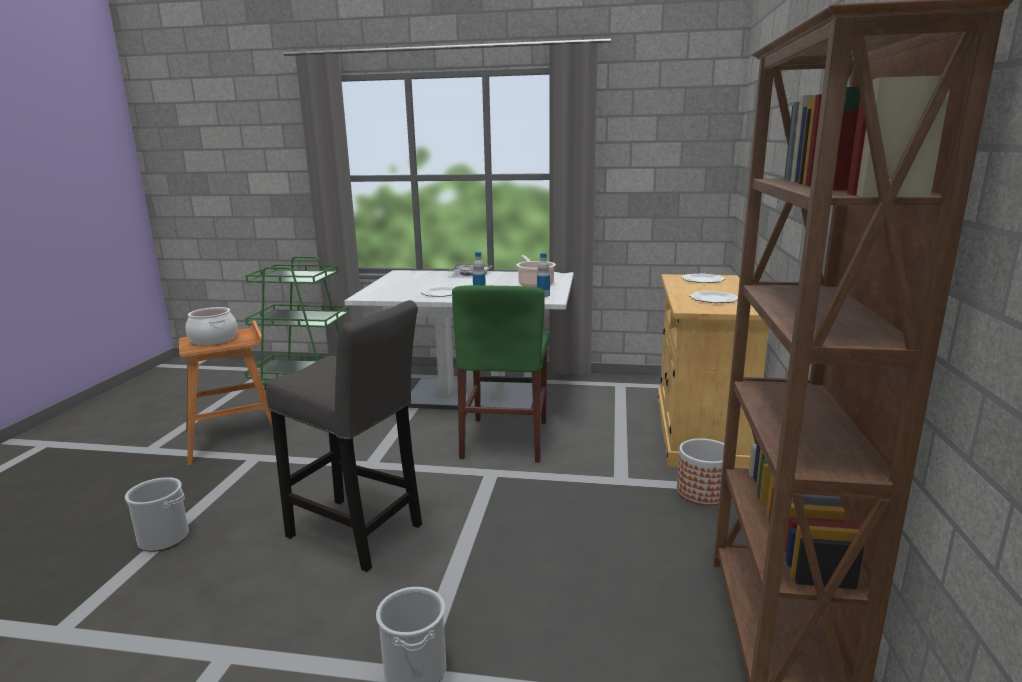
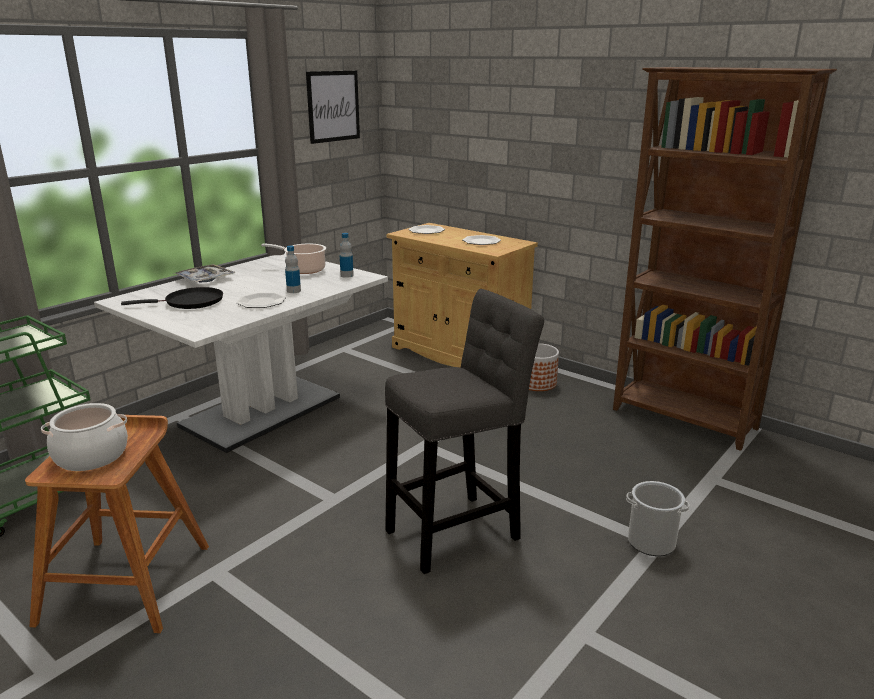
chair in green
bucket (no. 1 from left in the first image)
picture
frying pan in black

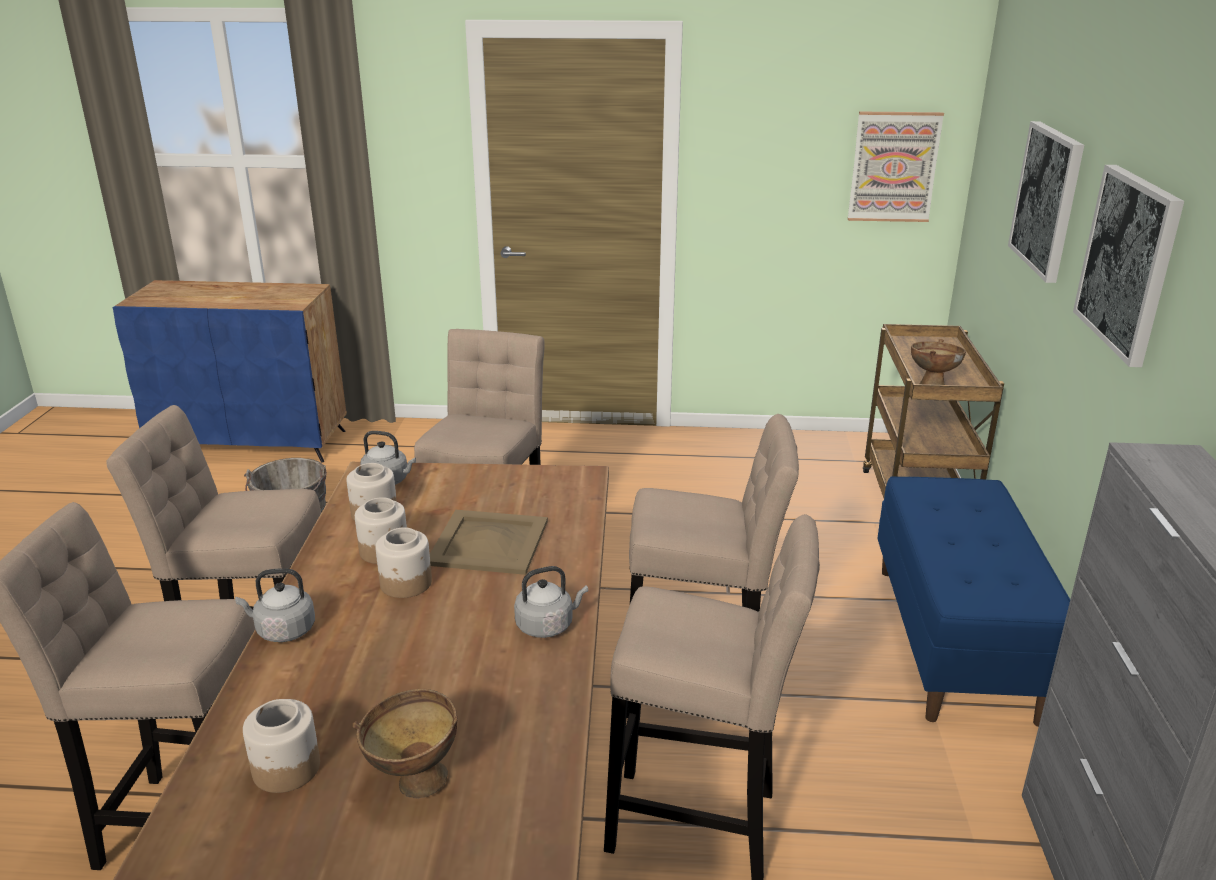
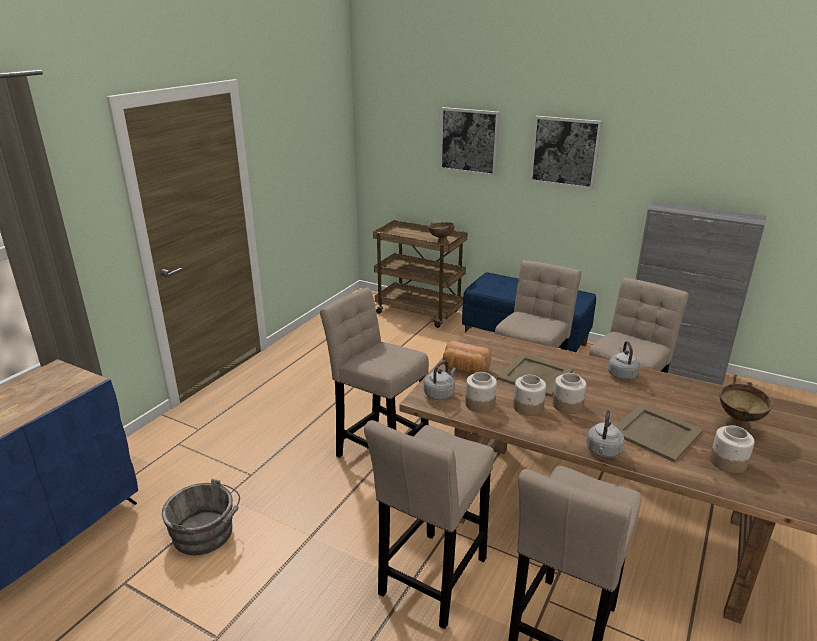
picture (no. 1 from left in the first image)
bread
tray in beige (no. 2 from left)

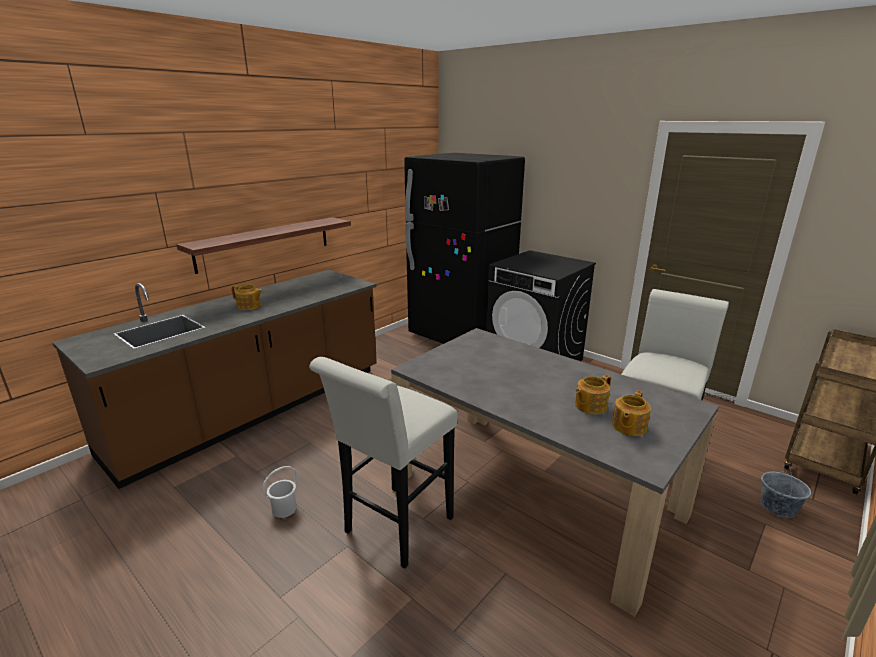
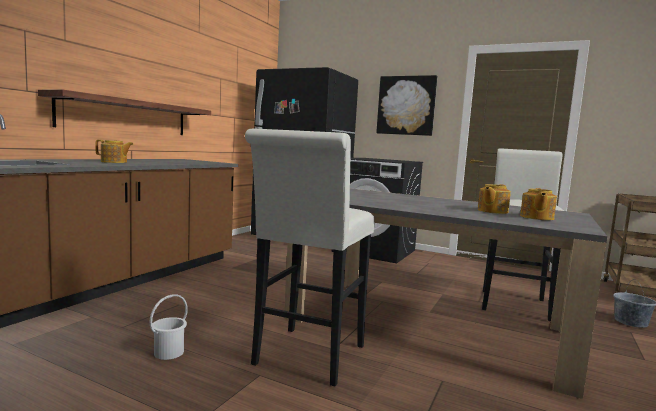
picture

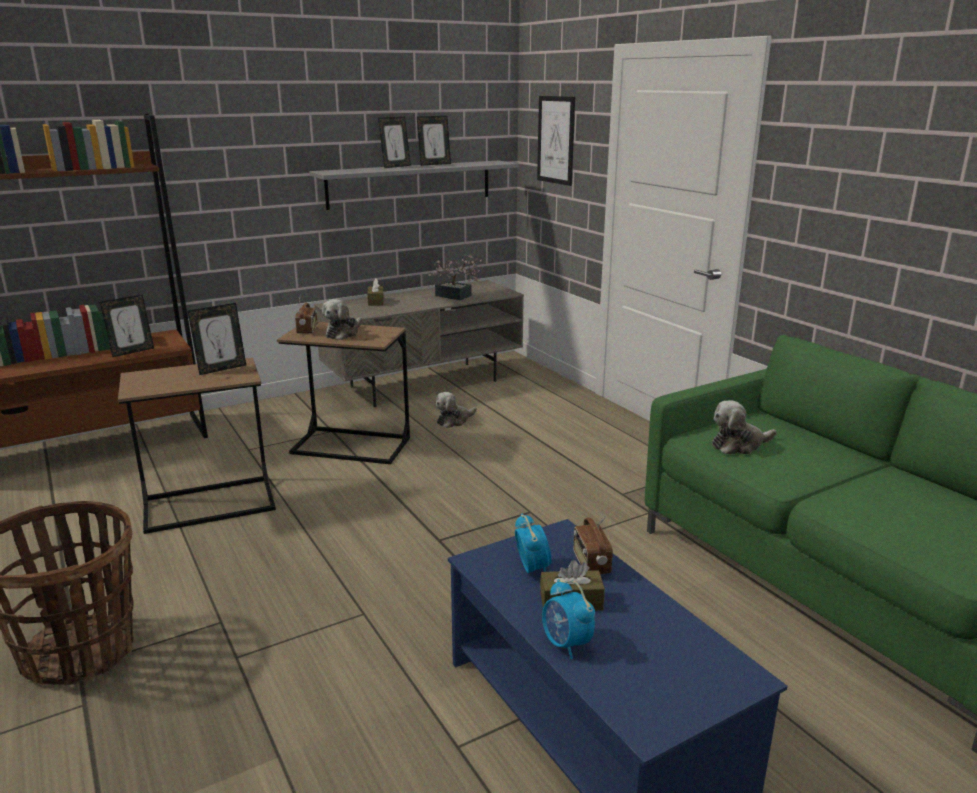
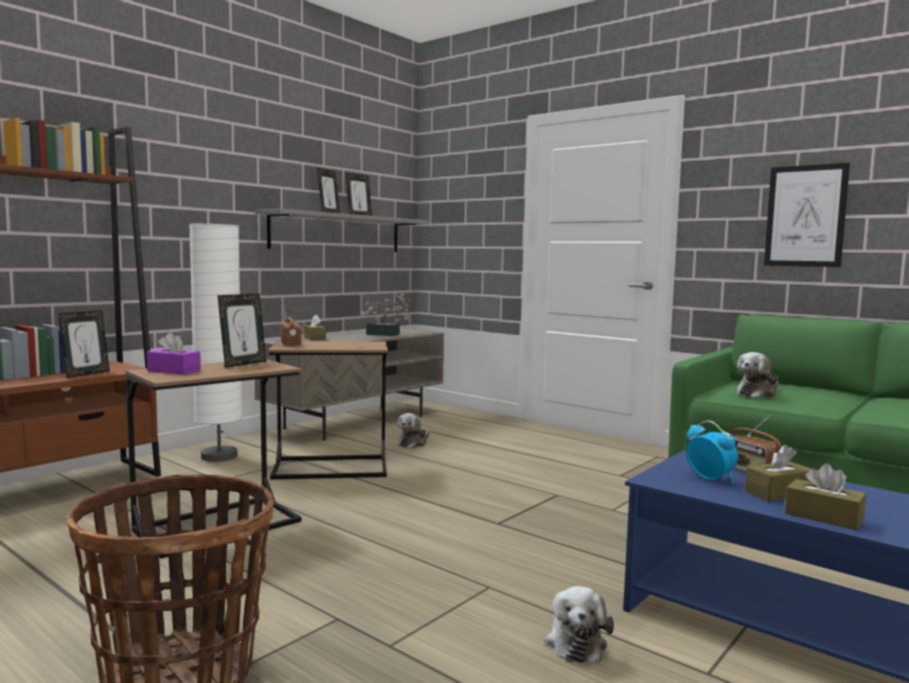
picture
plush toy (no. 2 from left)
tissue box in brown (no. 3 from left)
floor lamp in white
tissue box in purple

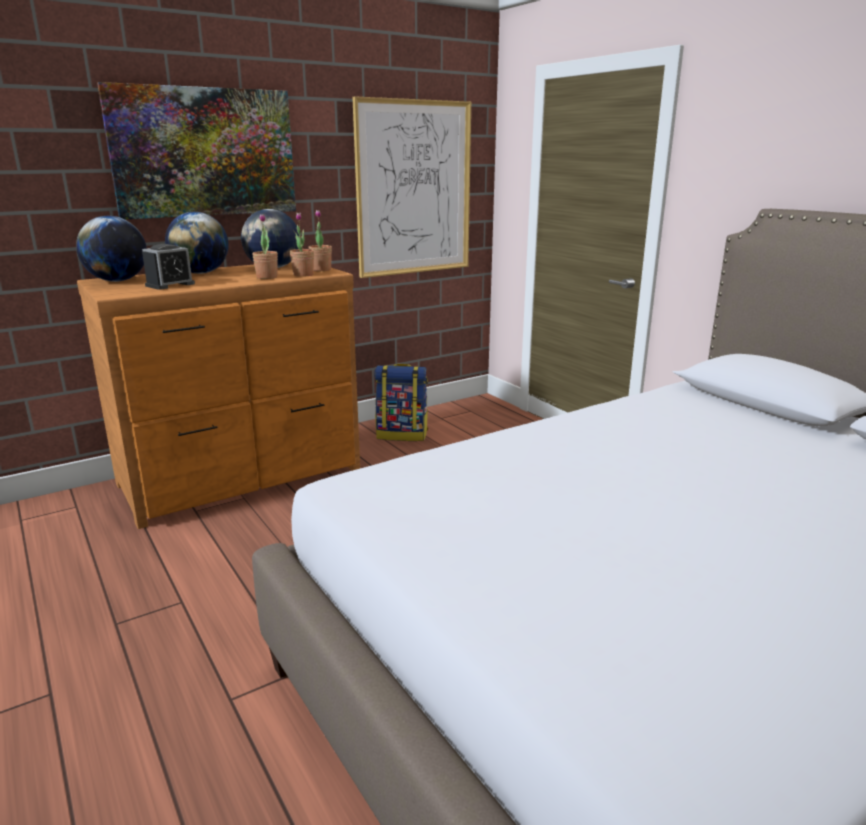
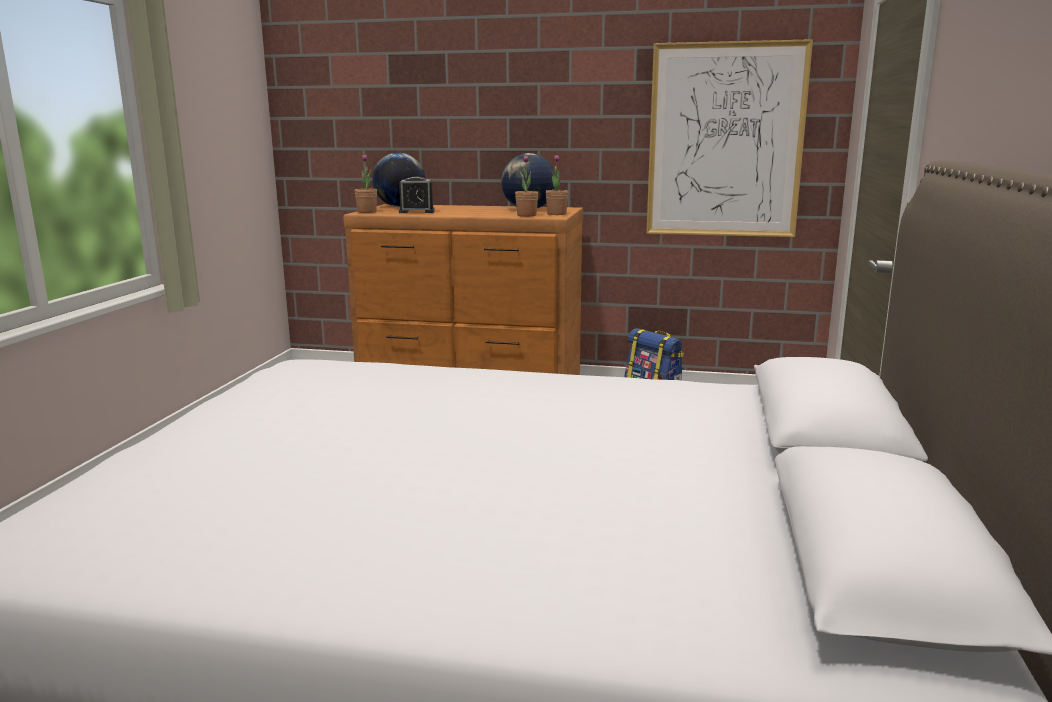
picture (no. 1 from left in the first image)
globe (no. 2 from left in the first image)
potted plant (no. 1 from left)

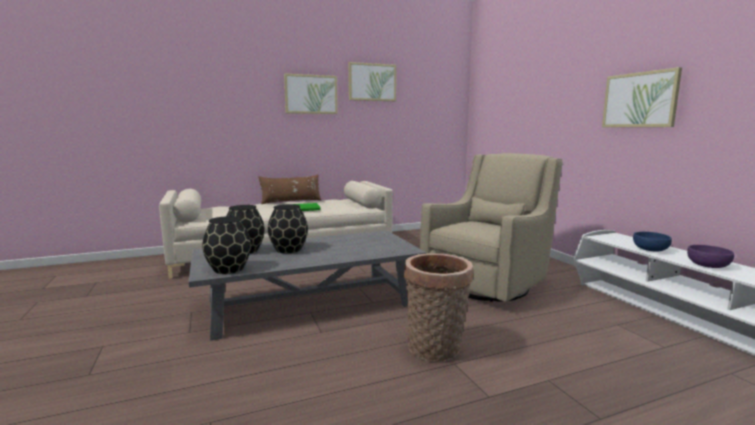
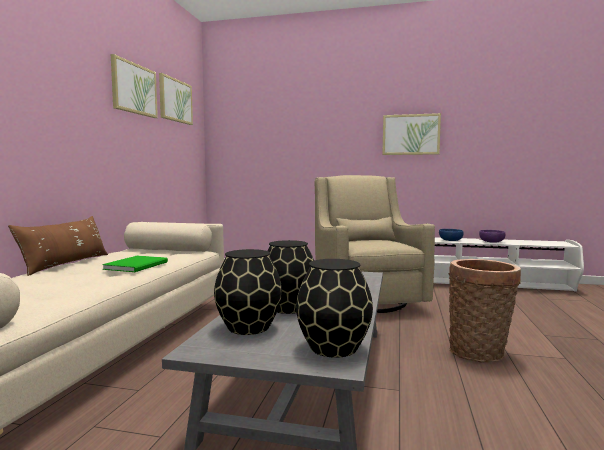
picture (no. 2 from left)

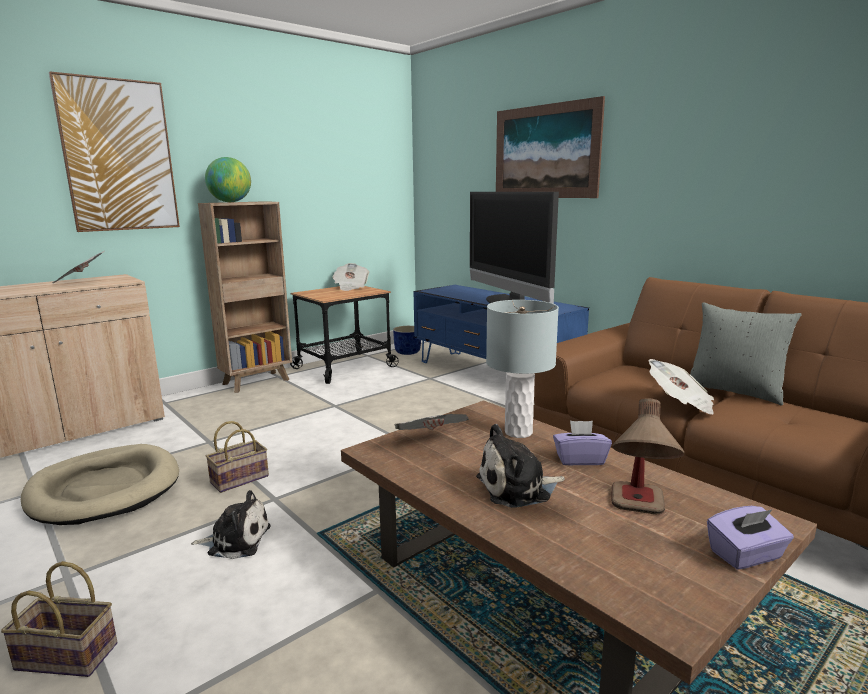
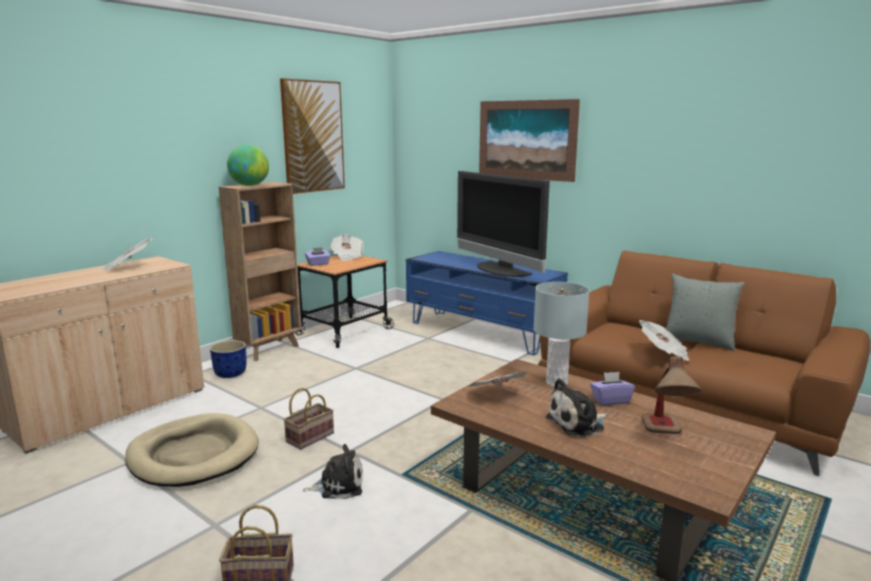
picture (no. 1 from left)
planter in blue
tissue box in purple (no. 1 from left)

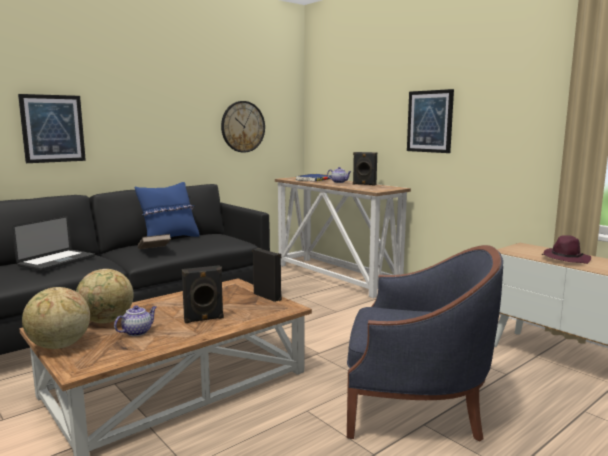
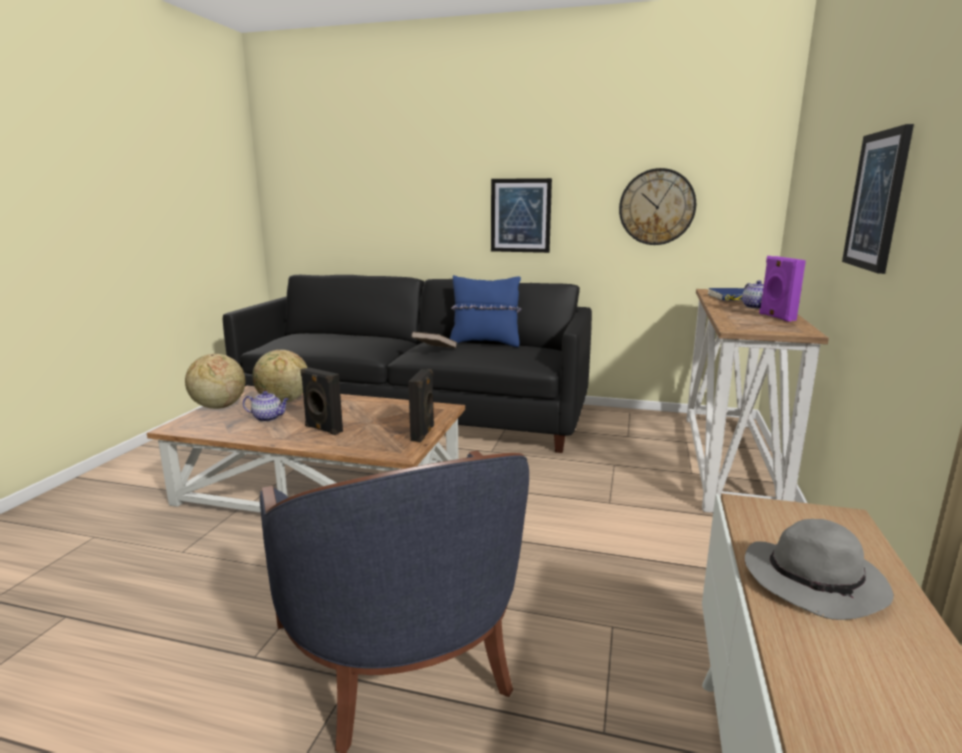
picture (no. 1 from left)
speaker in purple
laptop
hat in grey

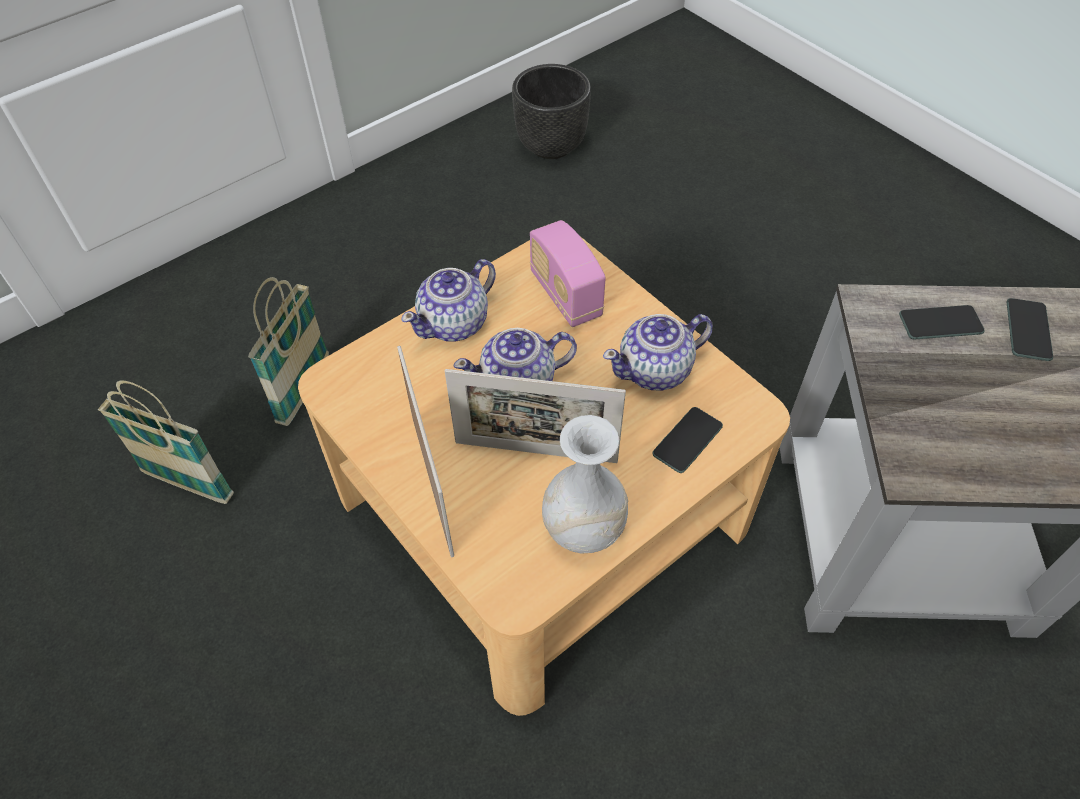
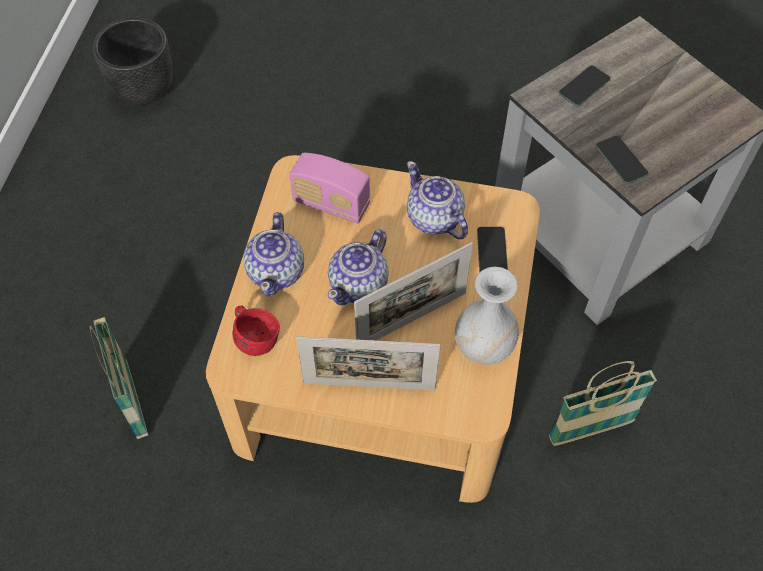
phone (no. 3 from left)
teapot (no. 3 from left)
picture frame (no. 1 from left)
basket (no. 2 from left)
mug in red

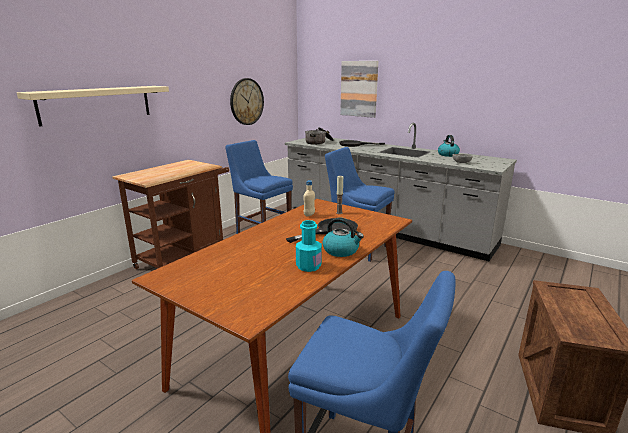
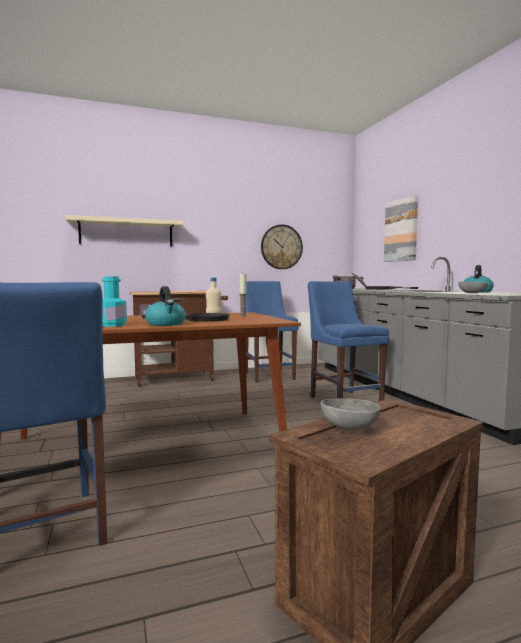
bowl in grey (no. 1 from left)

